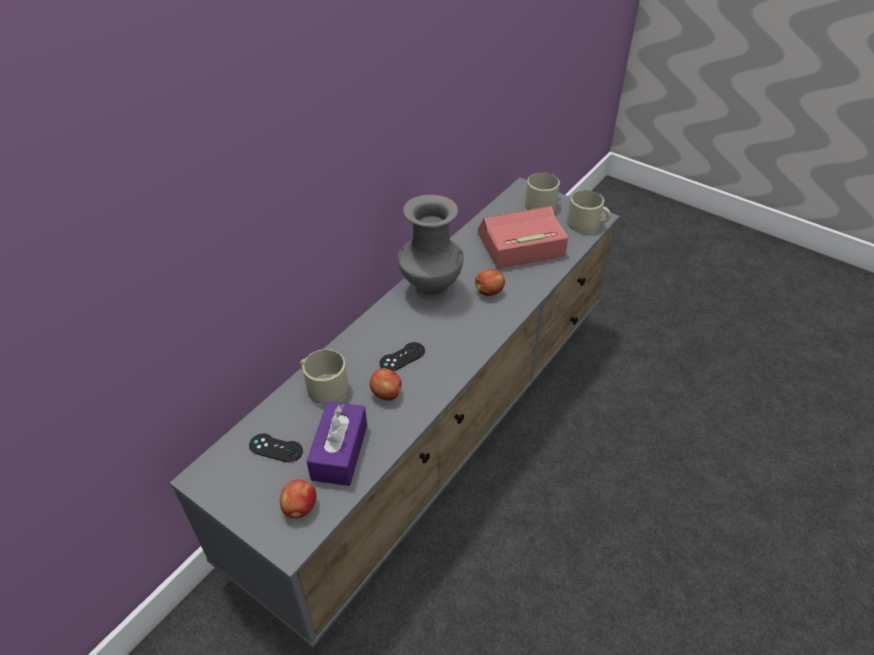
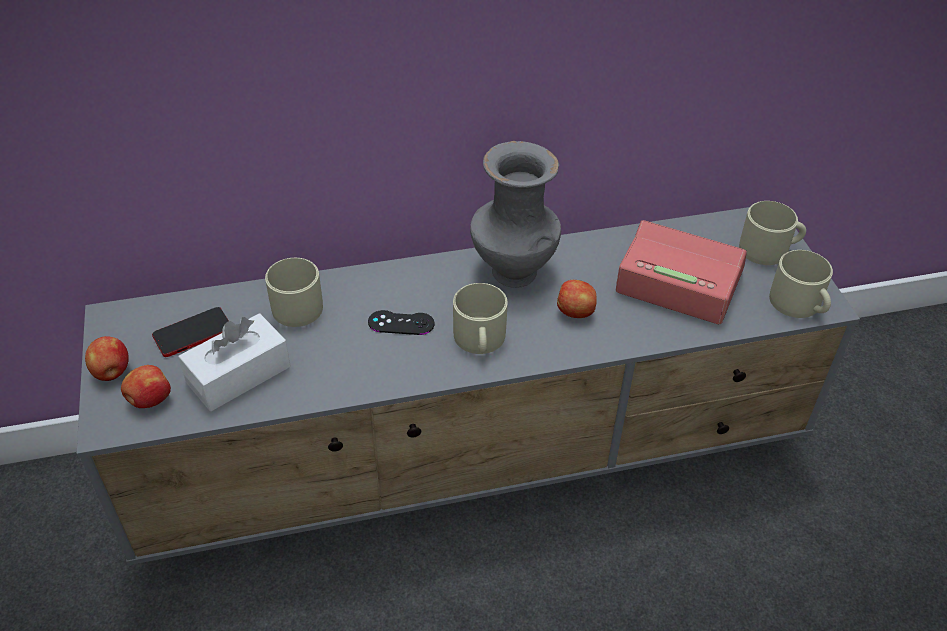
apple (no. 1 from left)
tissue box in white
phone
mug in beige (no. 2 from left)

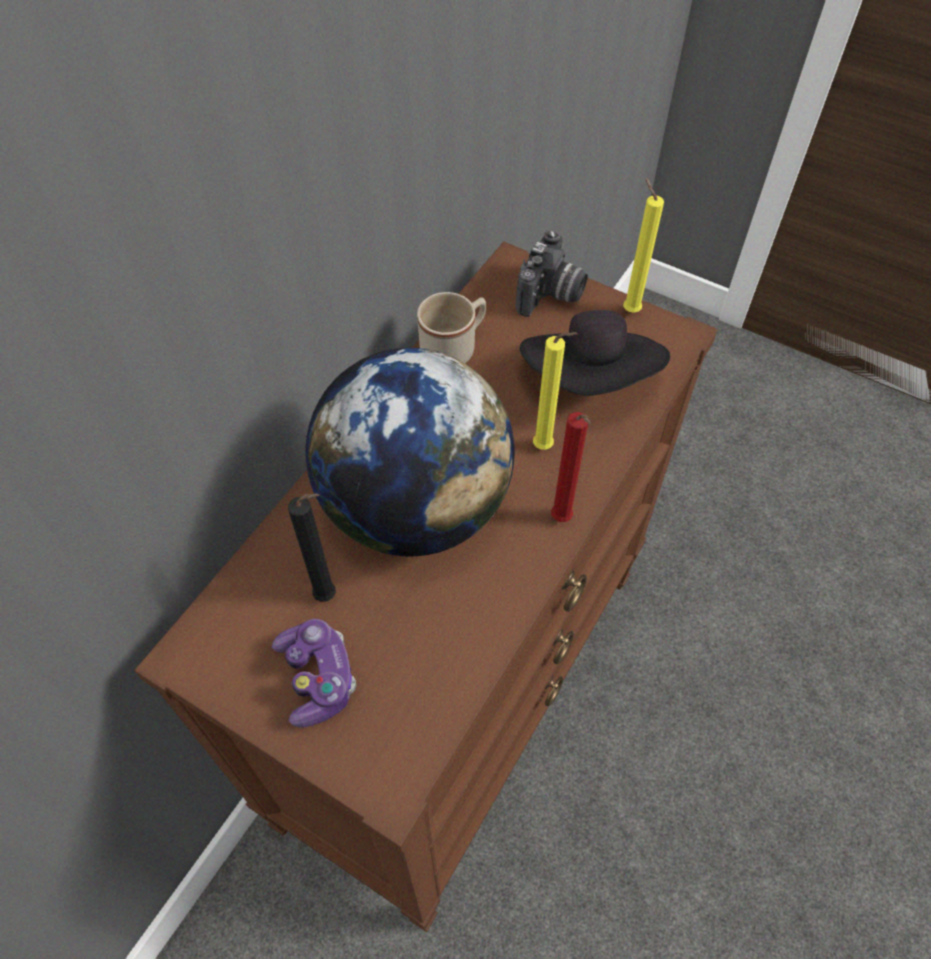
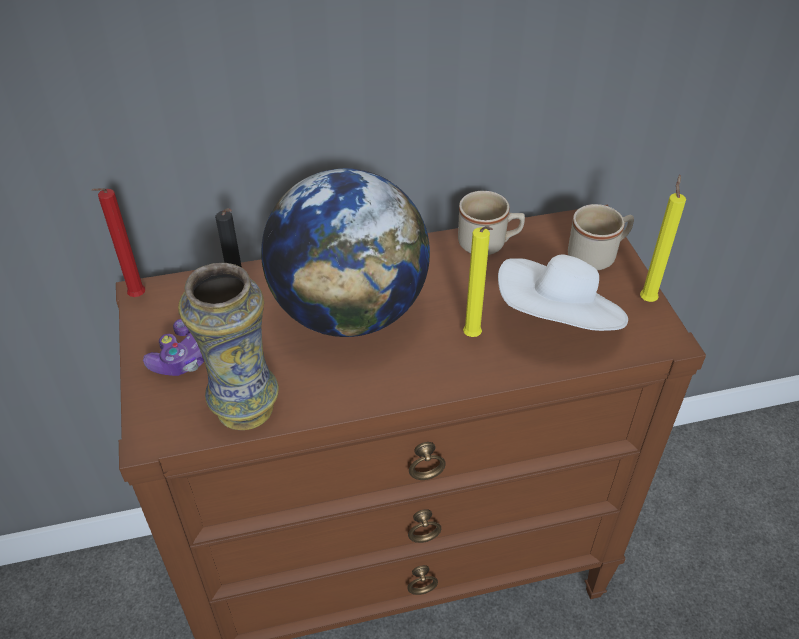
mug in beige (no. 2 from left)
hat in white
candle in red
vase

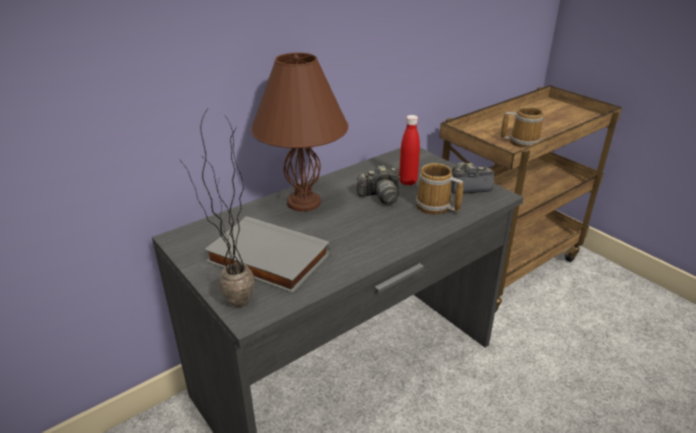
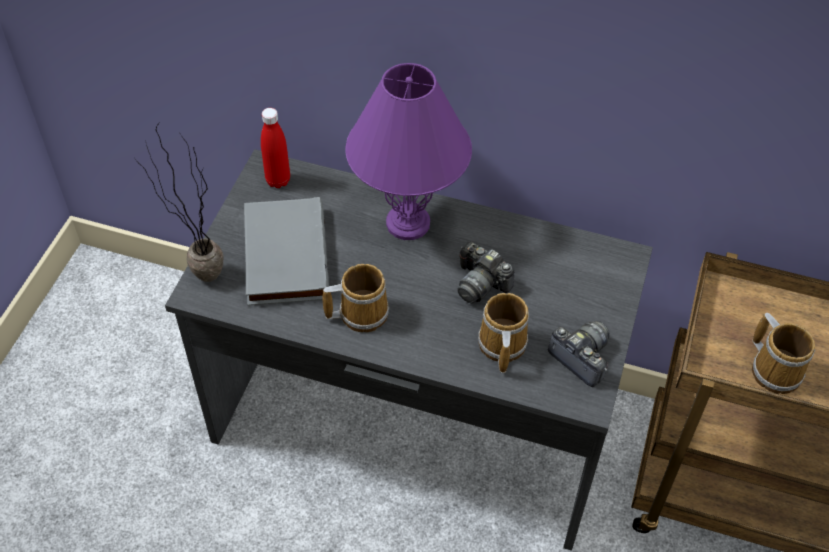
table lamp in purple
bottle in red
mug (no. 1 from left)

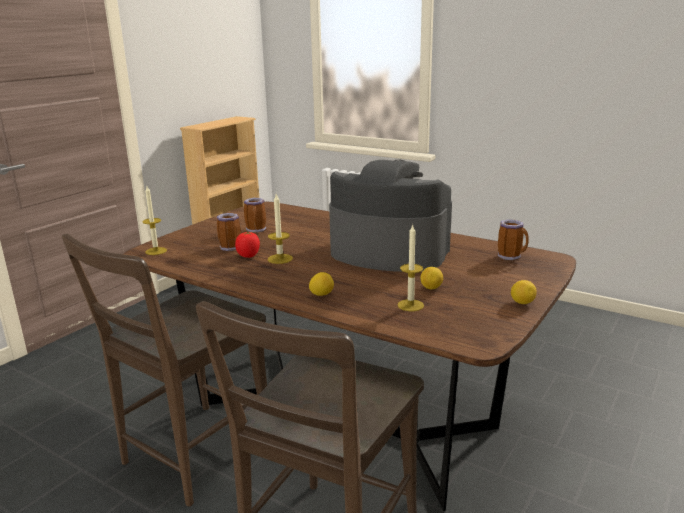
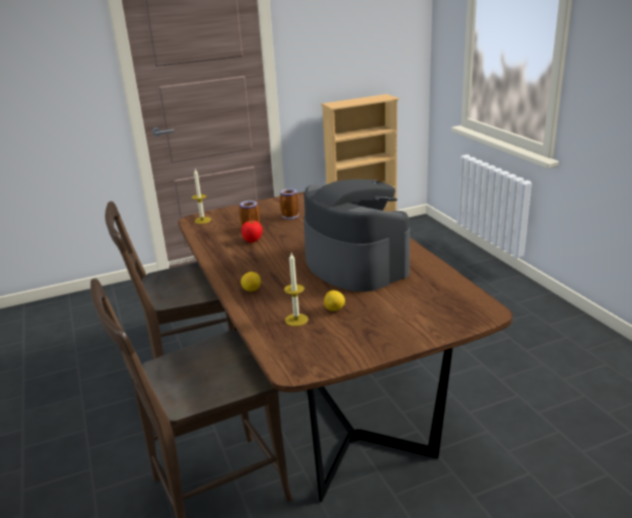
candle (no. 2 from left in the first image)
mug (no. 3 from left in the first image)
lemon (no. 3 from left in the first image)

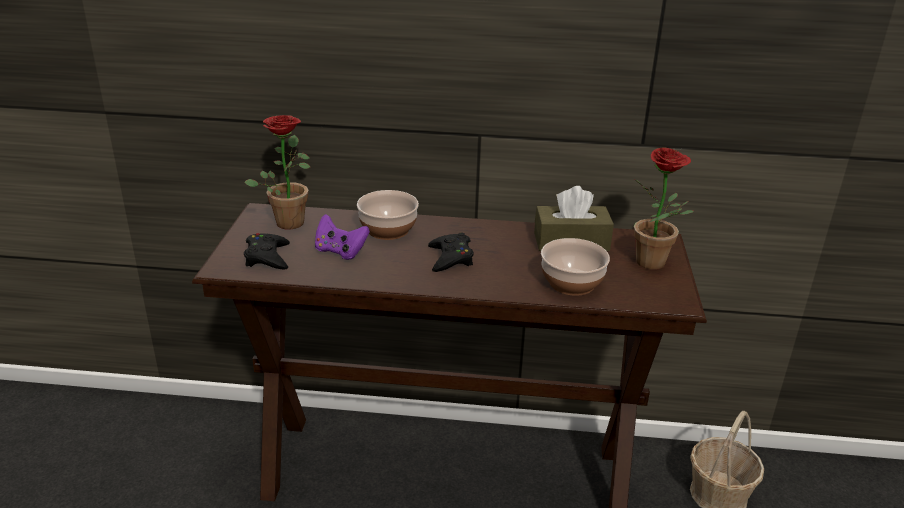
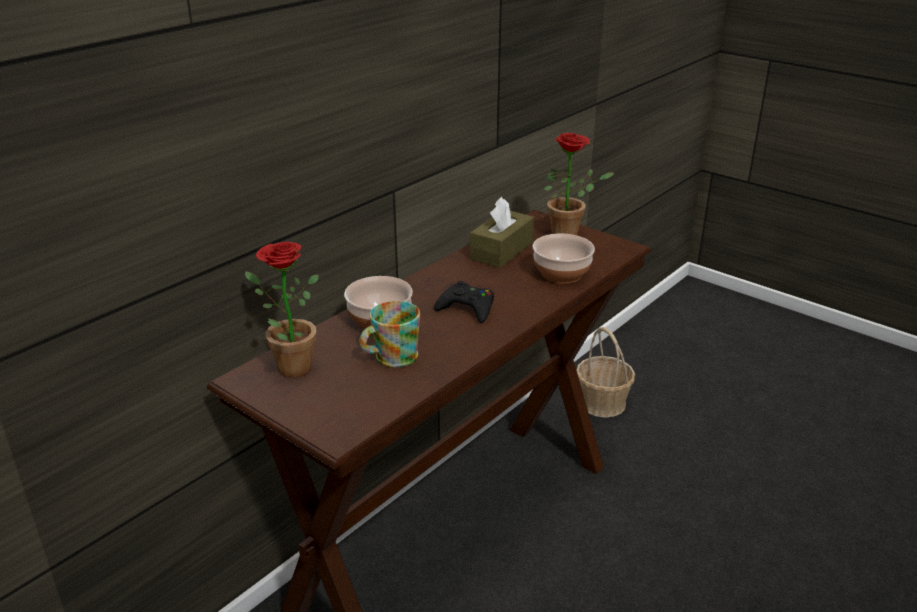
mug
game controller in black (no. 1 from left in the first image)

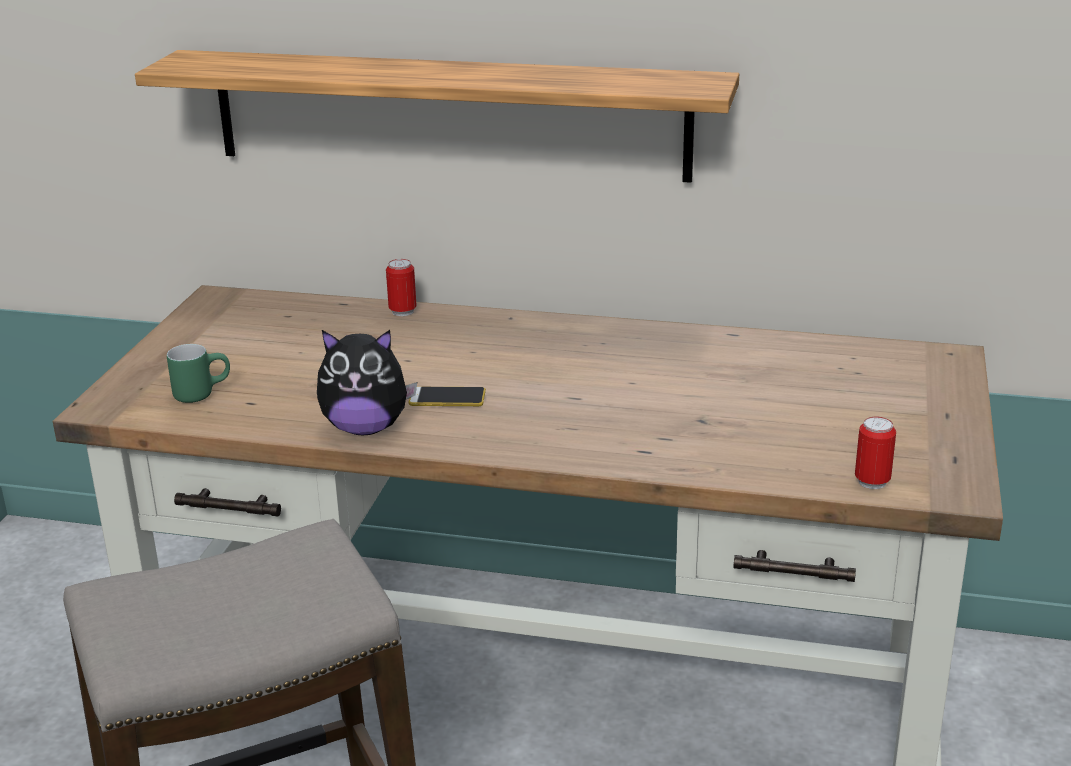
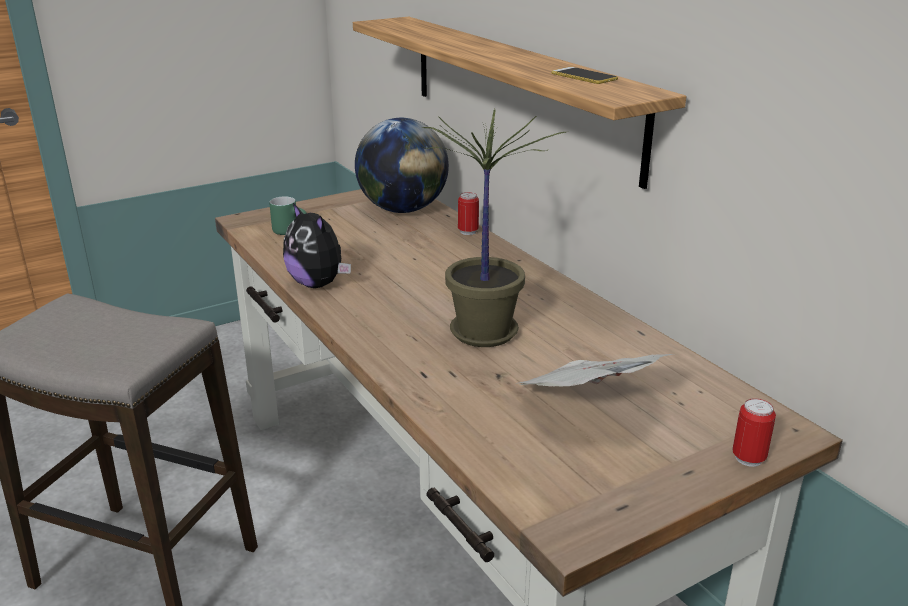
phone
can (no. 2 from left)
potted plant
globe
newspaper

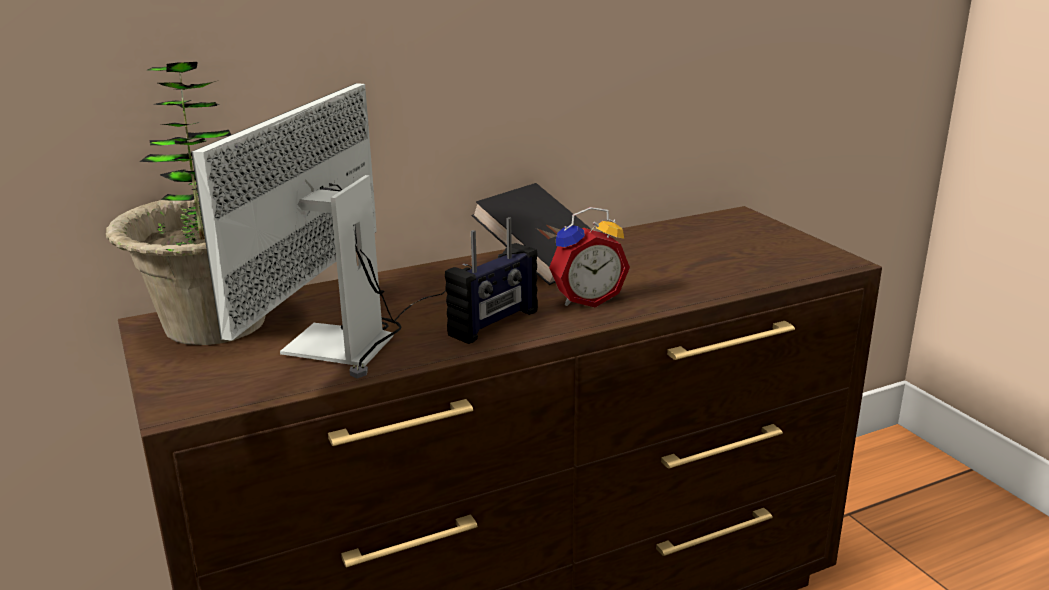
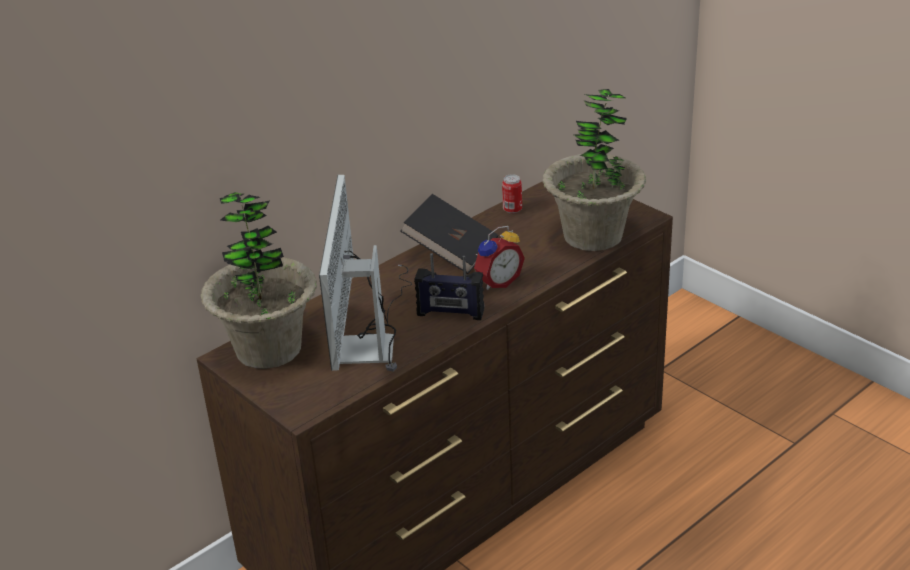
radio
potted plant (no. 2 from left)
can

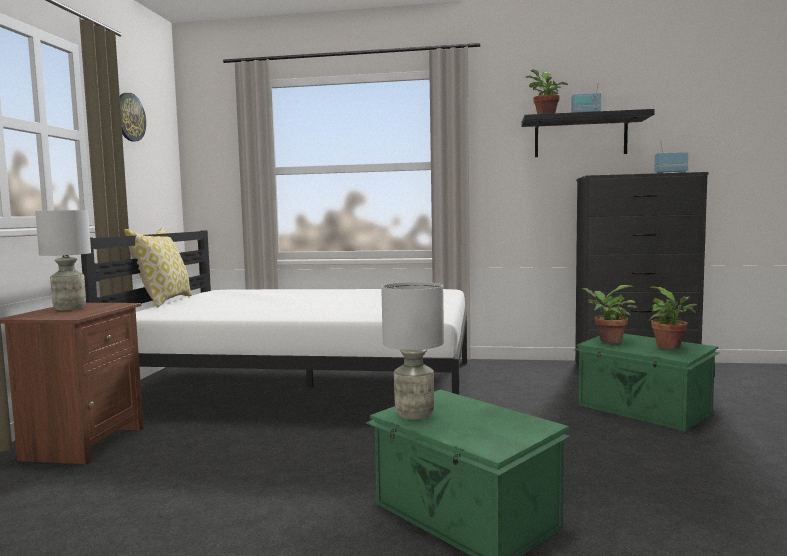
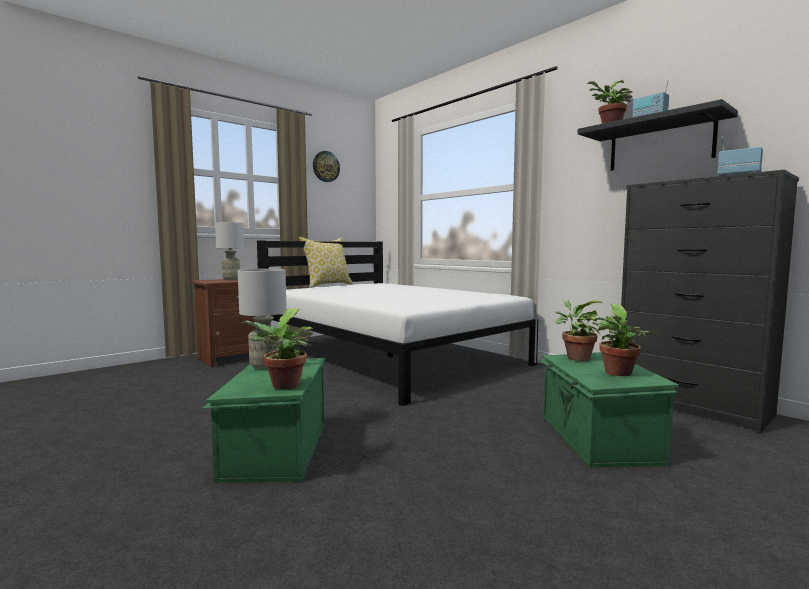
potted plant (no. 1 from left)

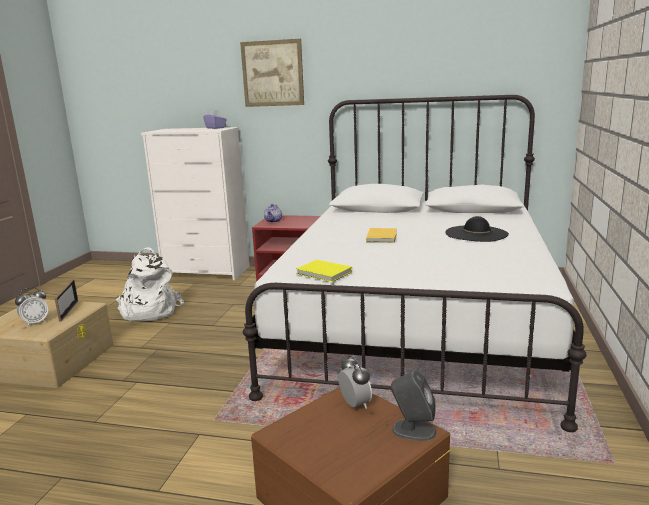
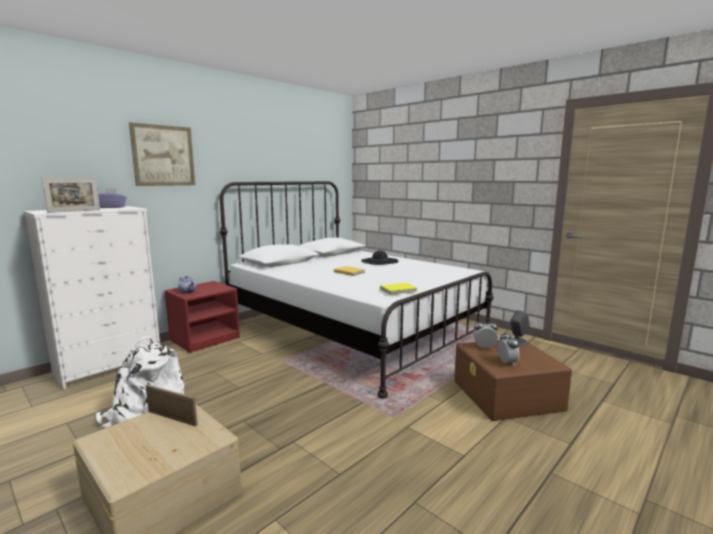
alarm clock (no. 2 from left)
picture frame (no. 1 from left)

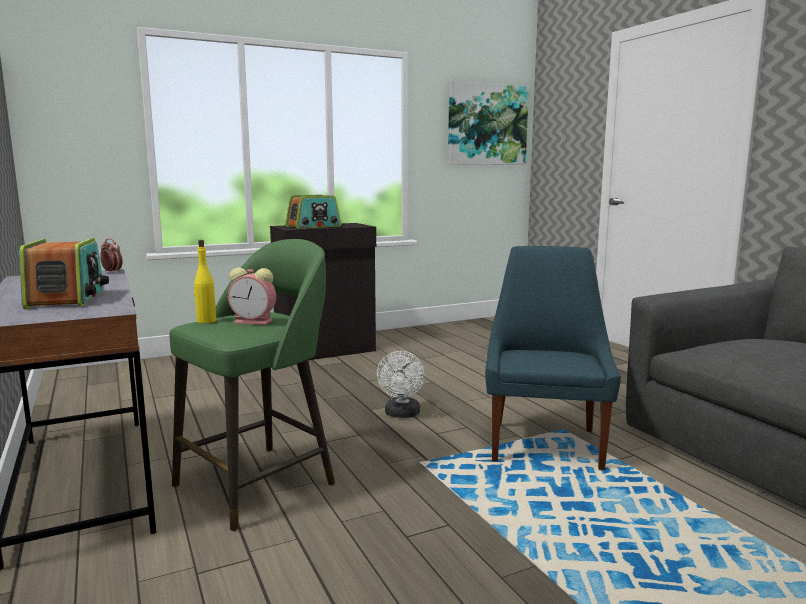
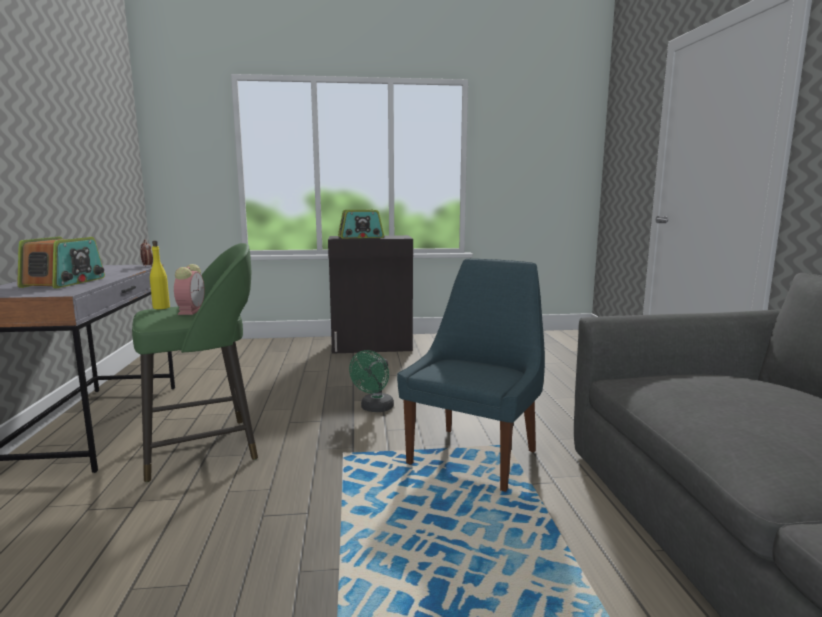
picture
alarm clock (no. 2 from left)
fan in green

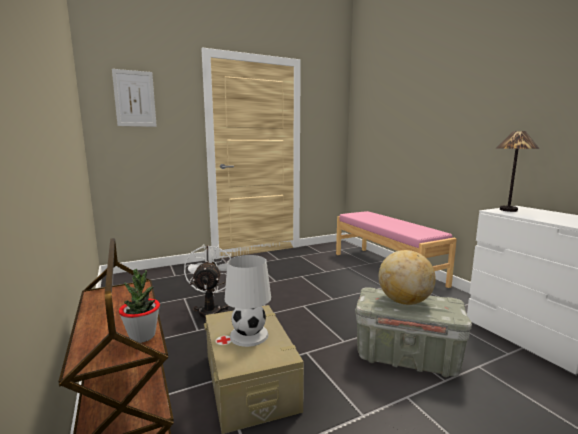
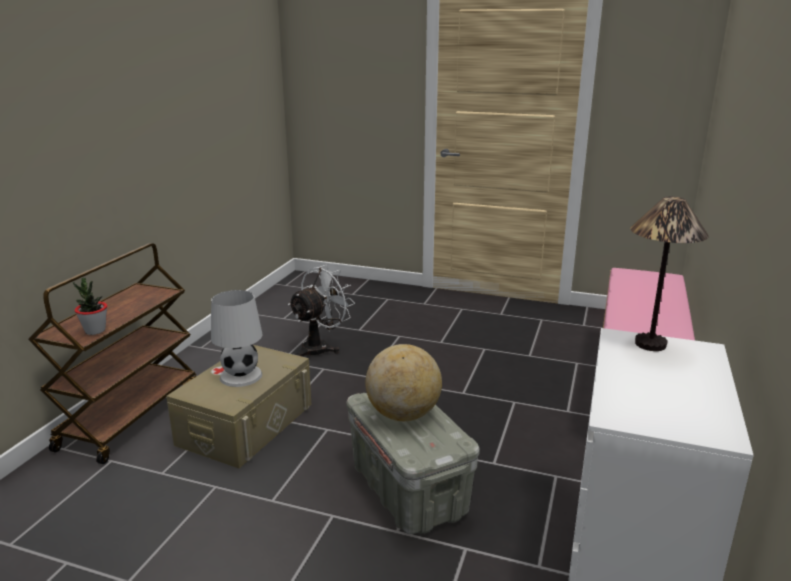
picture

